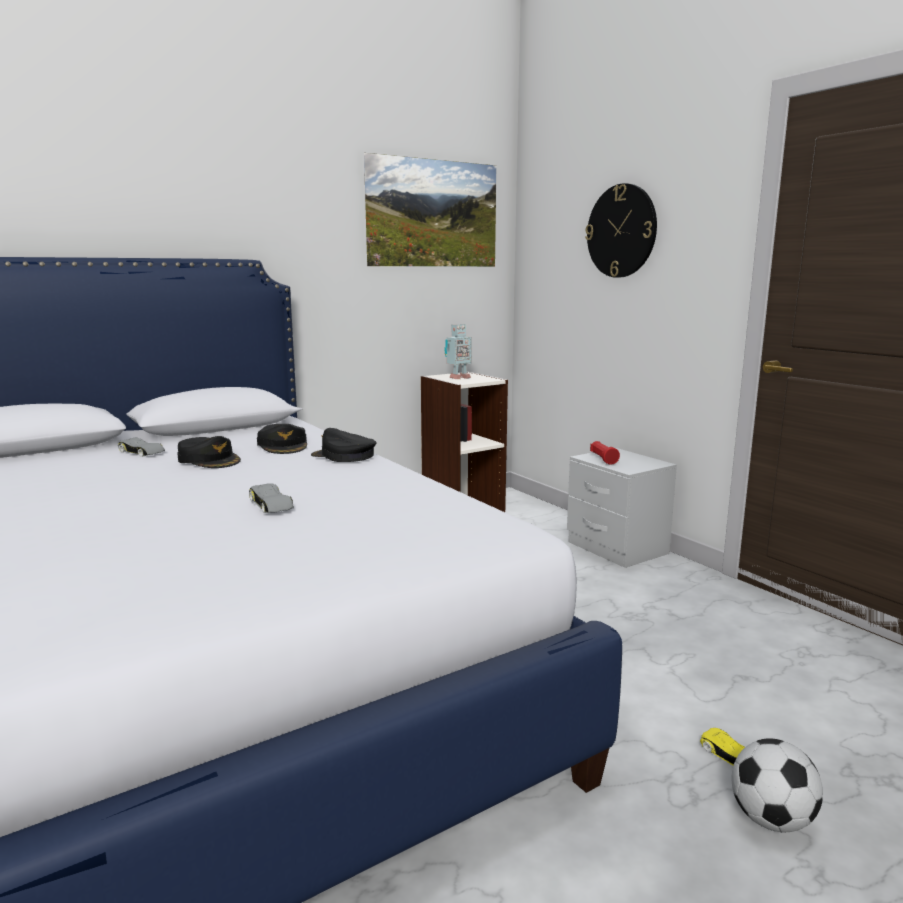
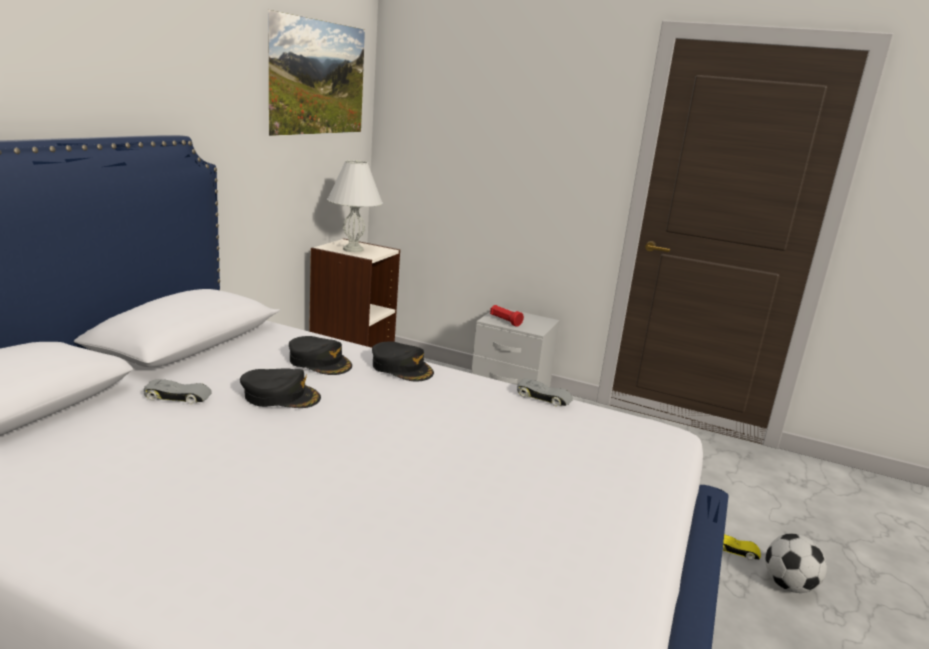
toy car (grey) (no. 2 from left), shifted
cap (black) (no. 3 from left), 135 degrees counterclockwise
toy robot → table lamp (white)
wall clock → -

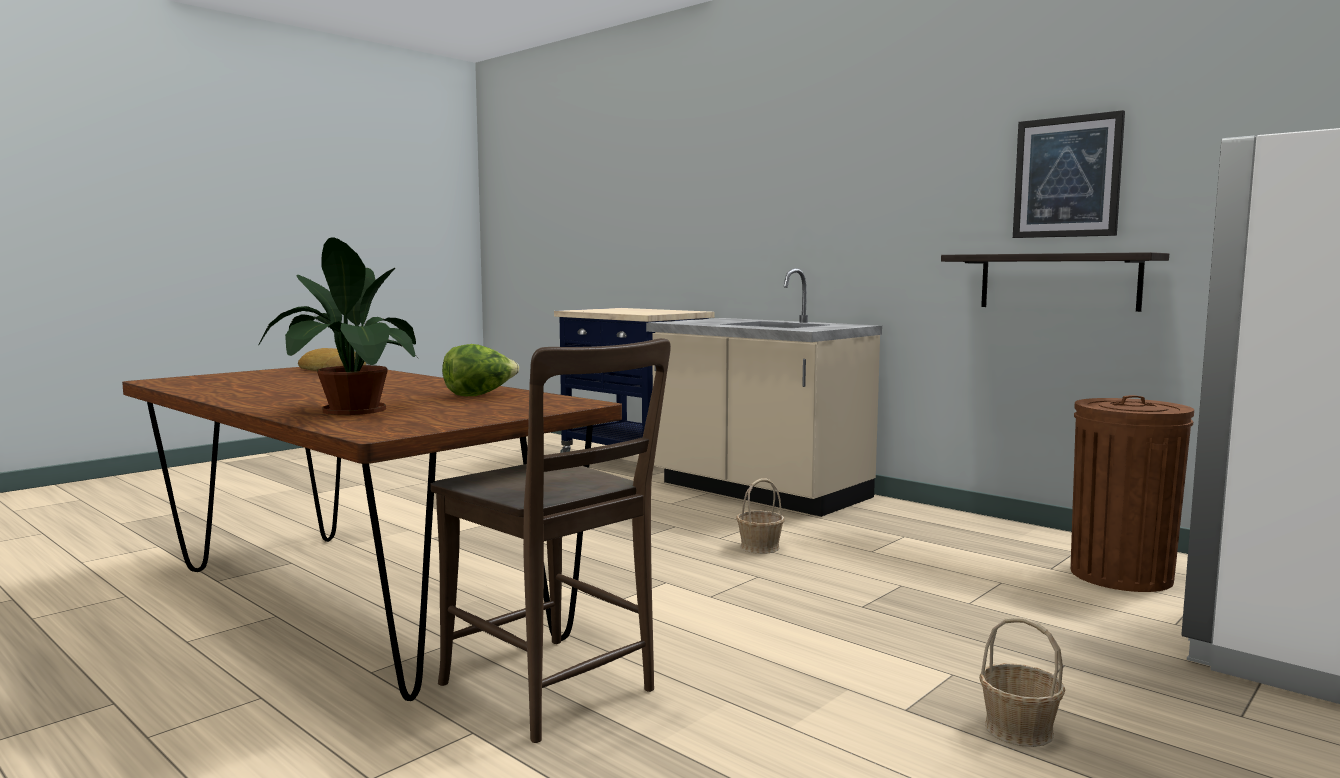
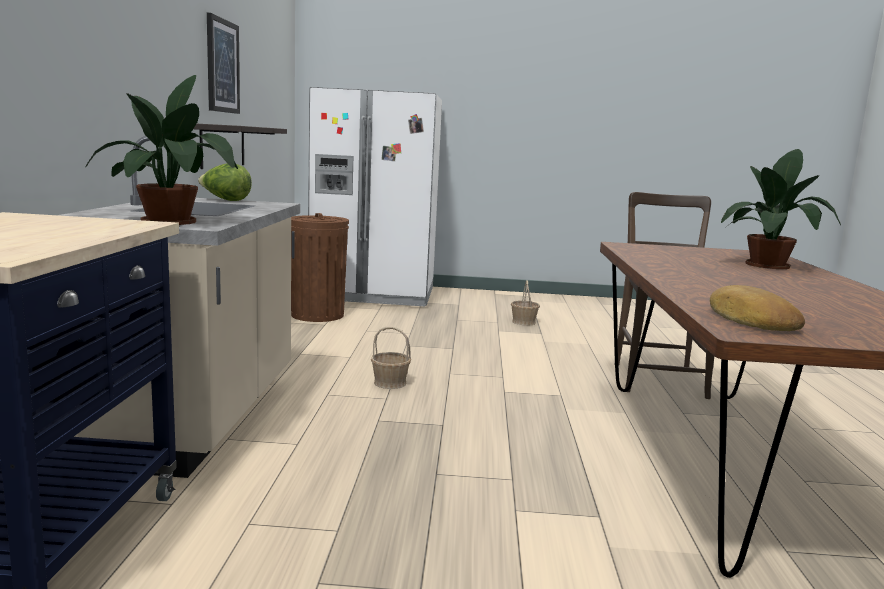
lettuce, shifted
- → potted plant (no. 1 from left)

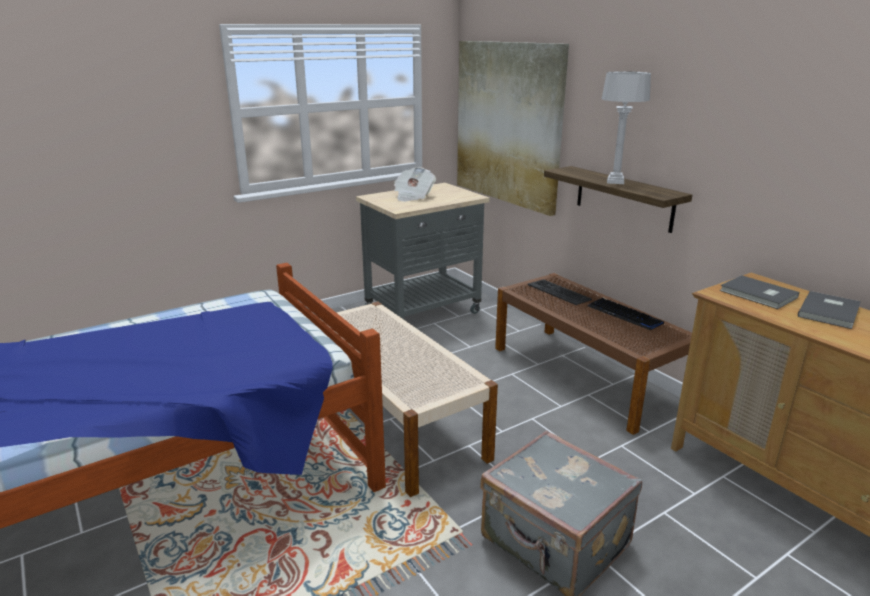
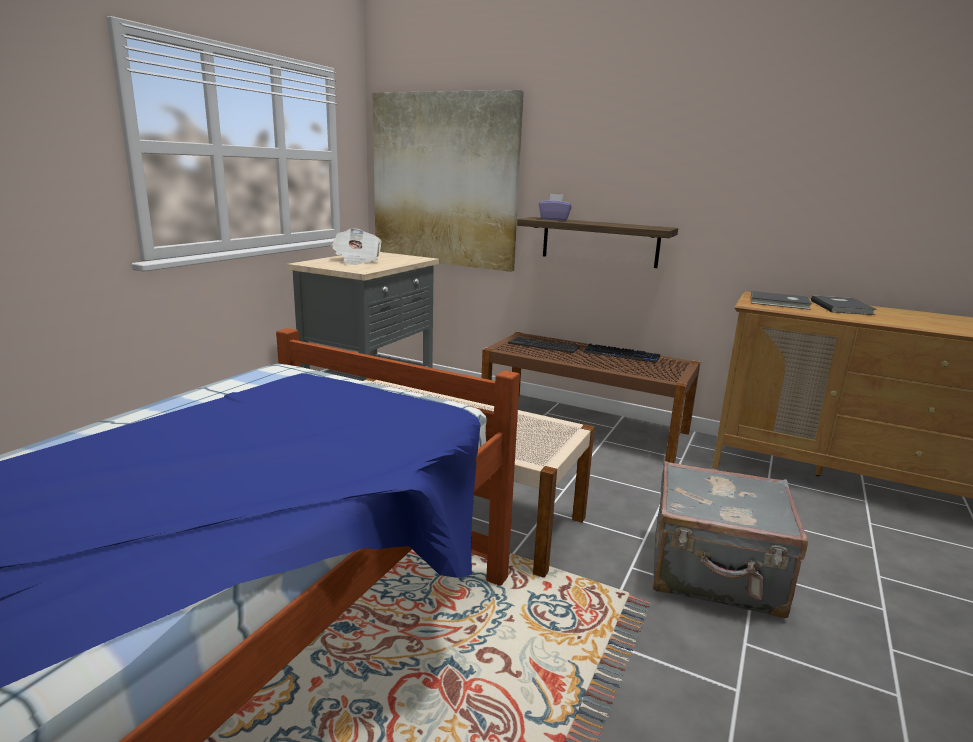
table lamp (grey) → -
- → tissue box (purple)

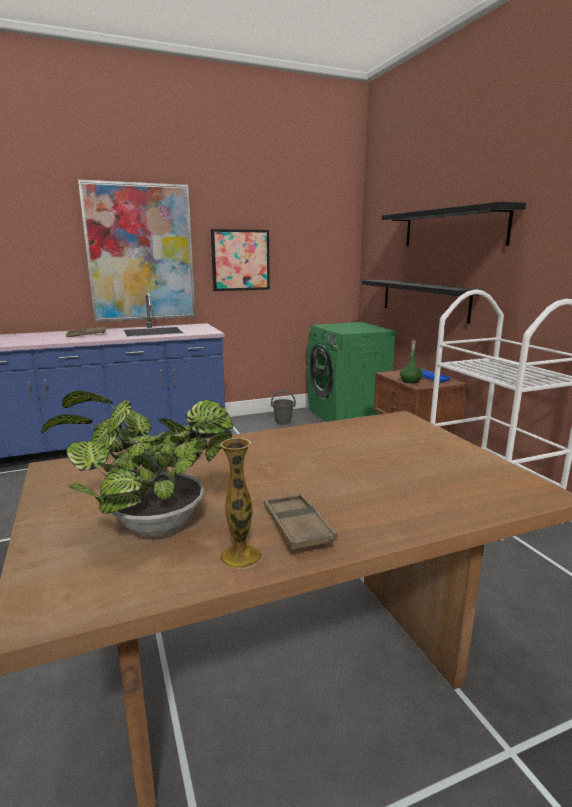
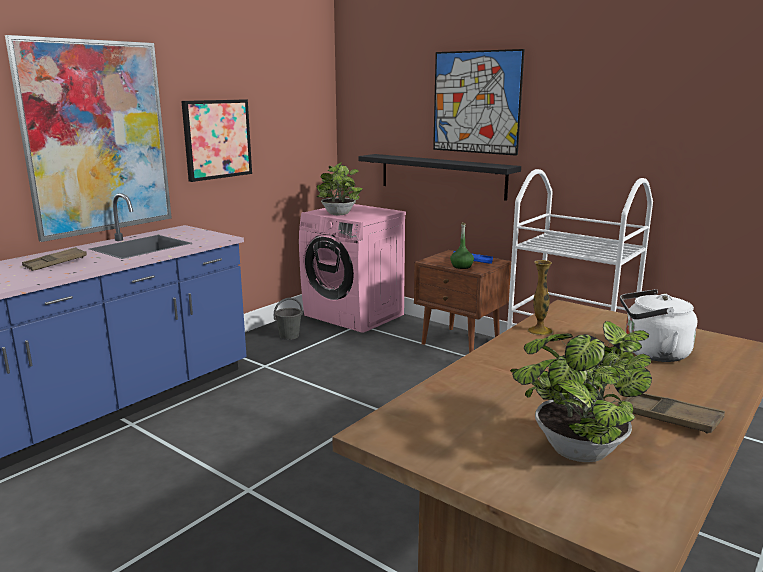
vase, shifted
washing machine (green) → washing machine (pink)
shelf (black) (no. 2 from left) → picture (no. 3 from left)
- → potted plant (no. 1 from left)
- → kettle (white)

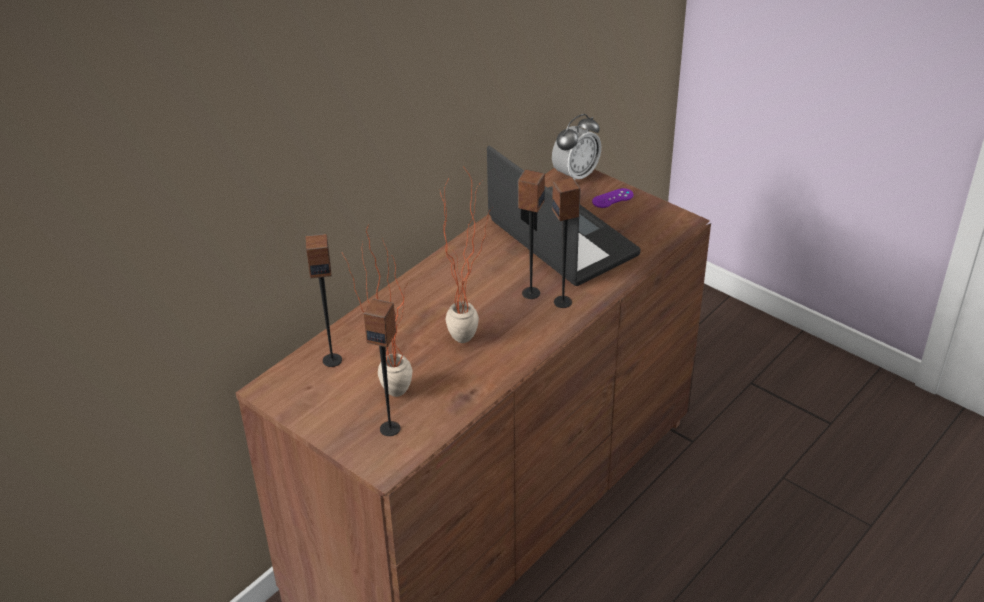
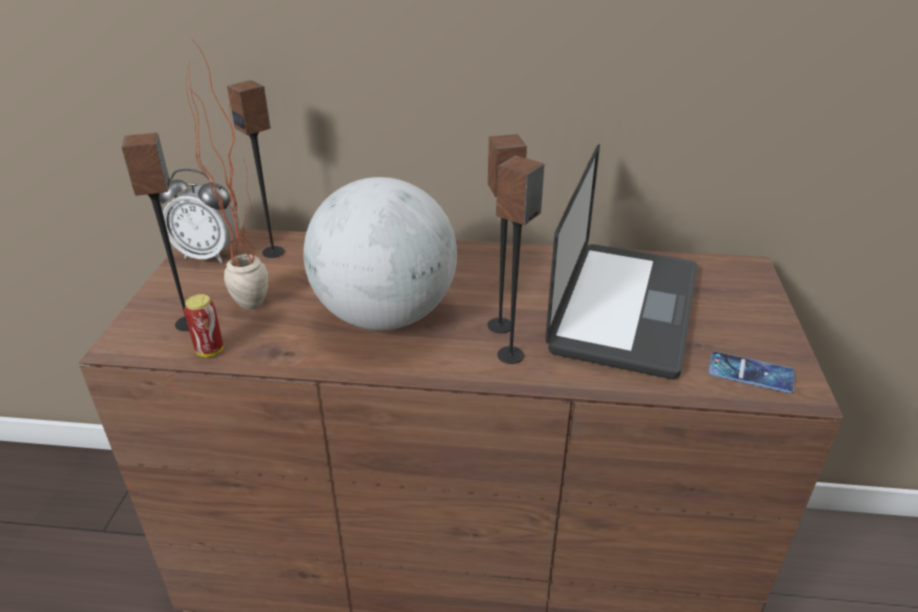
potted plant (no. 2 from left) → globe
alarm clock, shifted
game controller (purple) → -
- → can
- → phone

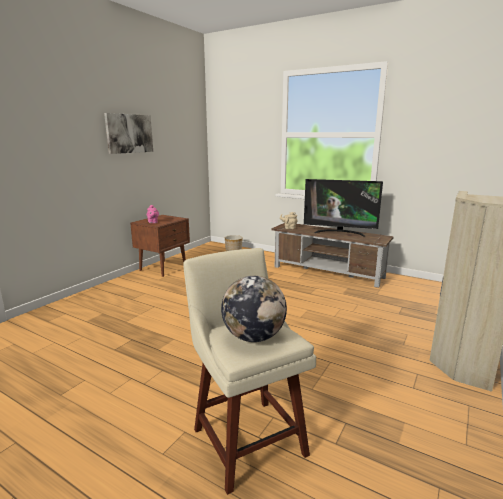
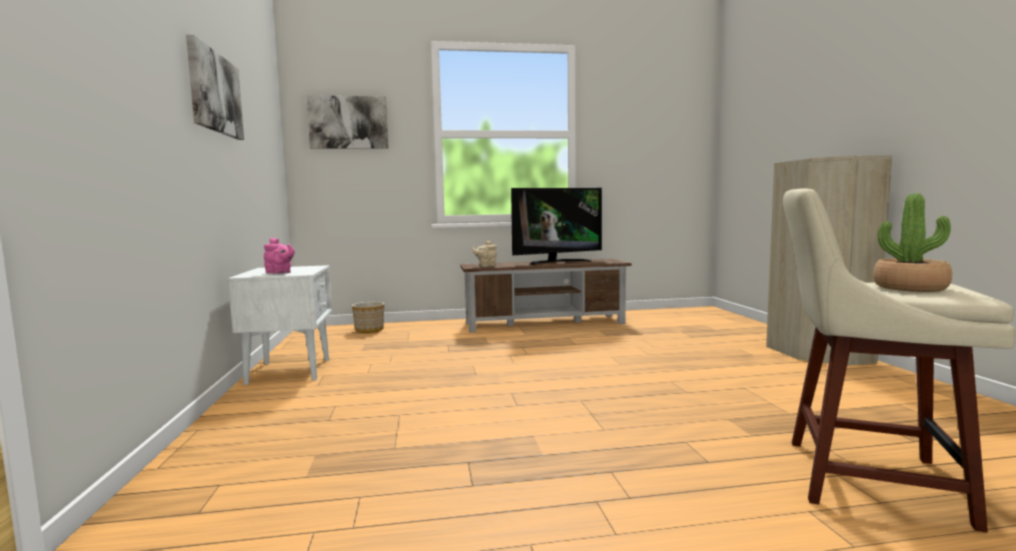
nightstand (brown) → nightstand (white)
globe → potted plant
- → picture (no. 2 from left)

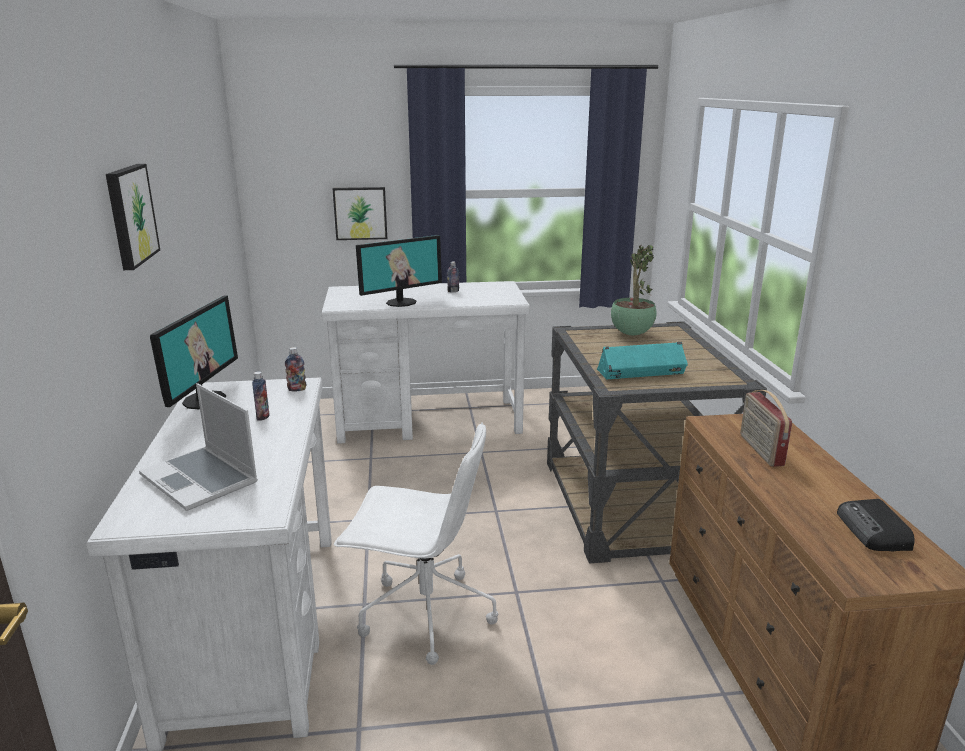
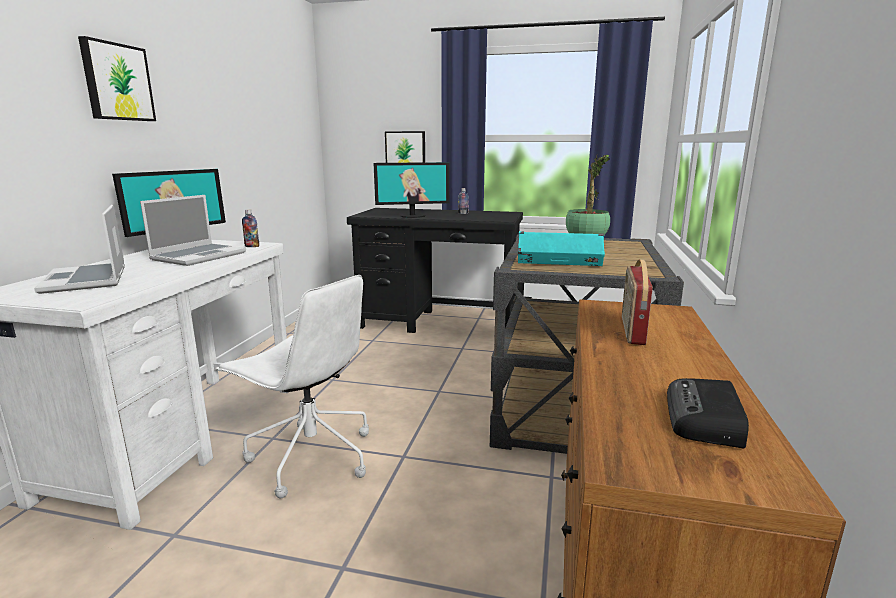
bottle (no. 1 from left) → laptop (no. 2 from left)
desk (white) (no. 2 from left) → desk (black)

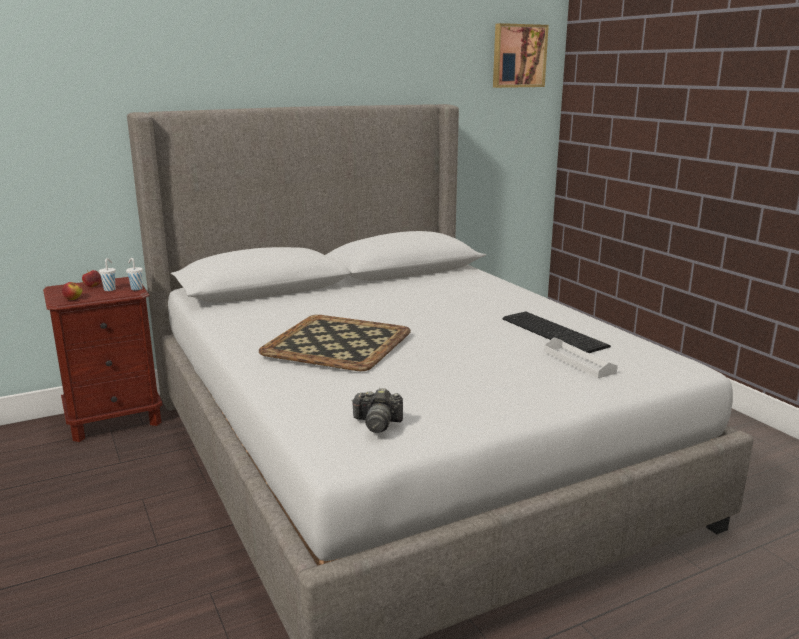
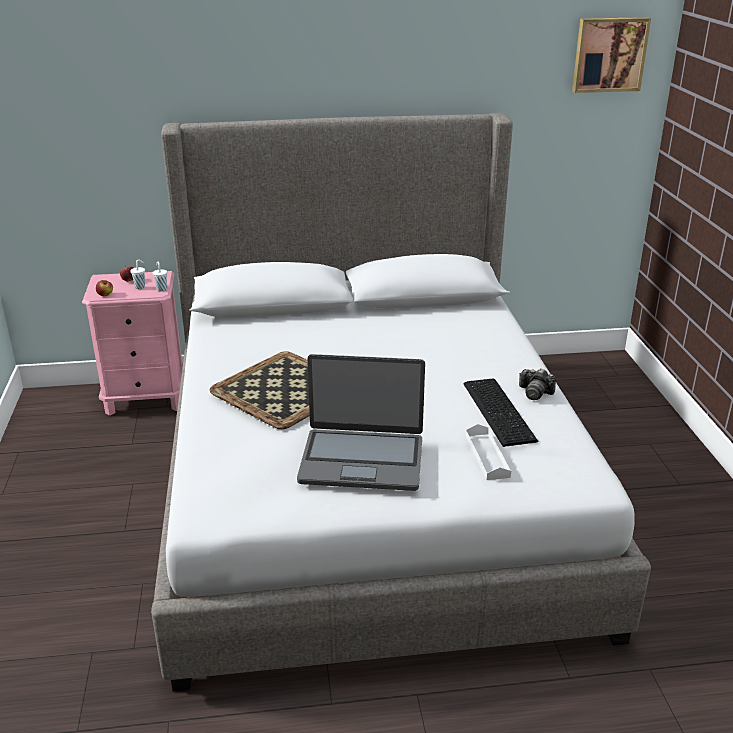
nightstand (brown) → nightstand (pink)
photo camera, shifted
- → laptop

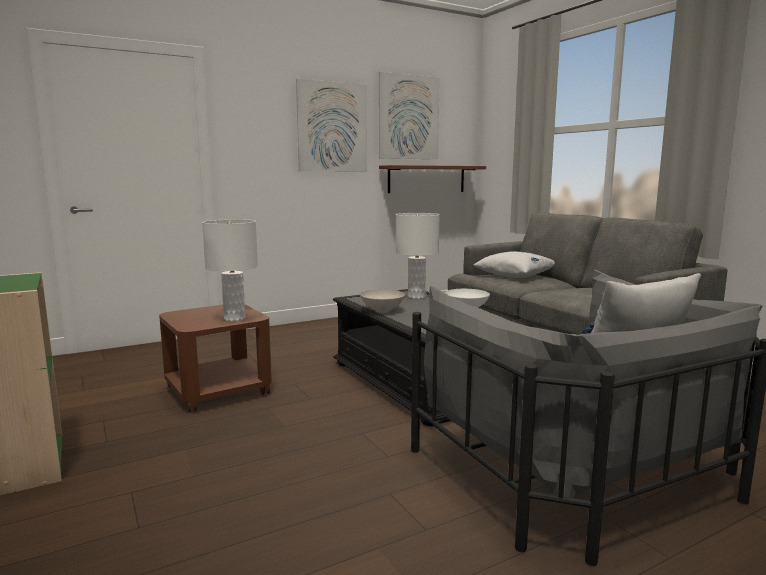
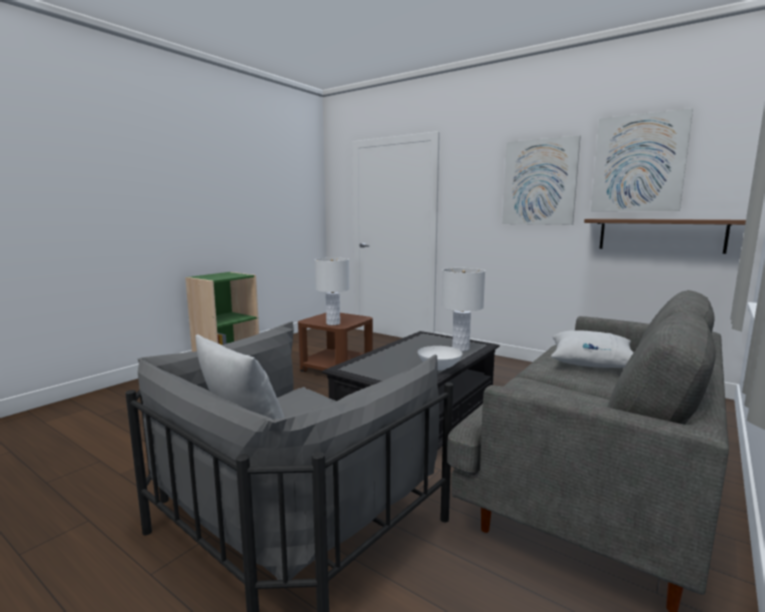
bowl (white) (no. 1 from left) → -

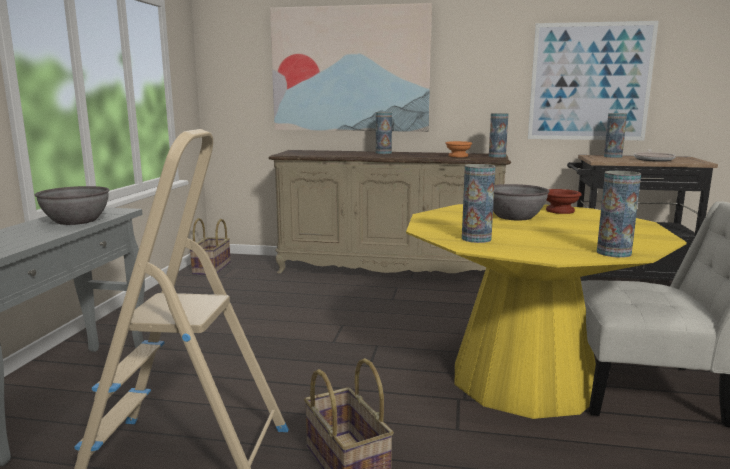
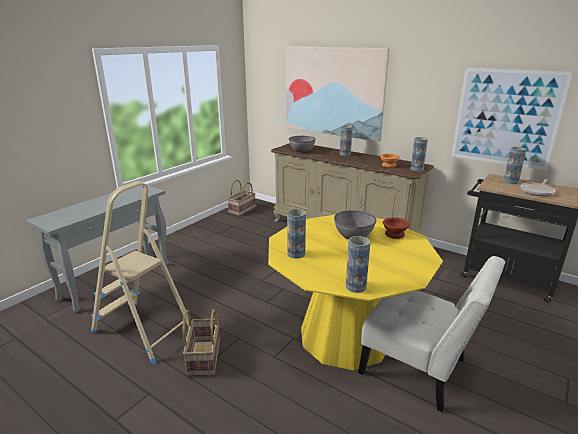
bowl (grey) (no. 1 from left), shifted

